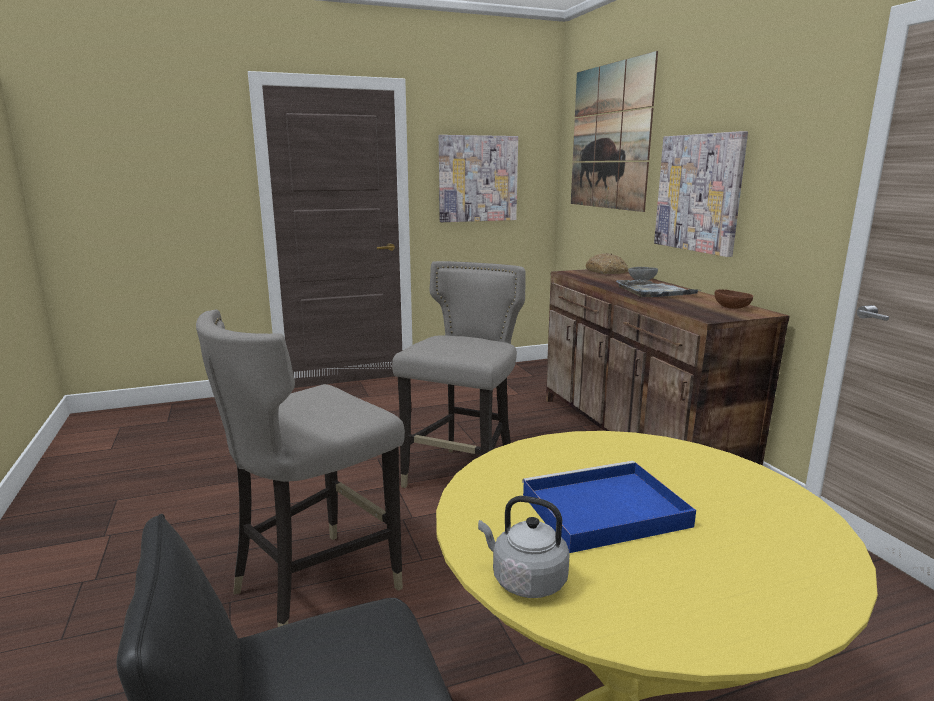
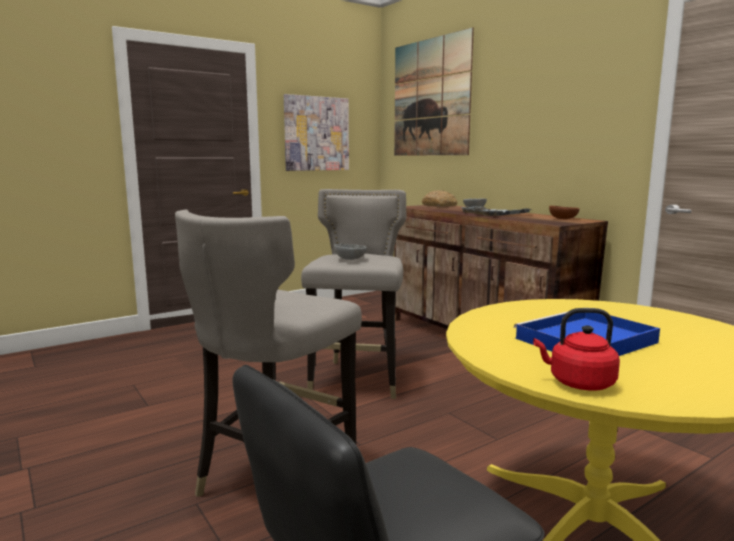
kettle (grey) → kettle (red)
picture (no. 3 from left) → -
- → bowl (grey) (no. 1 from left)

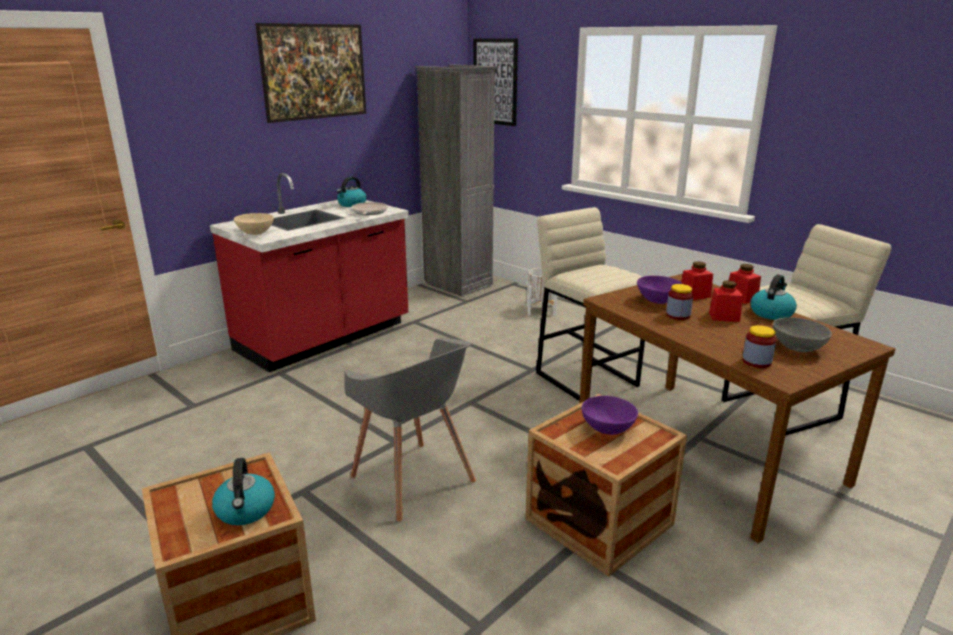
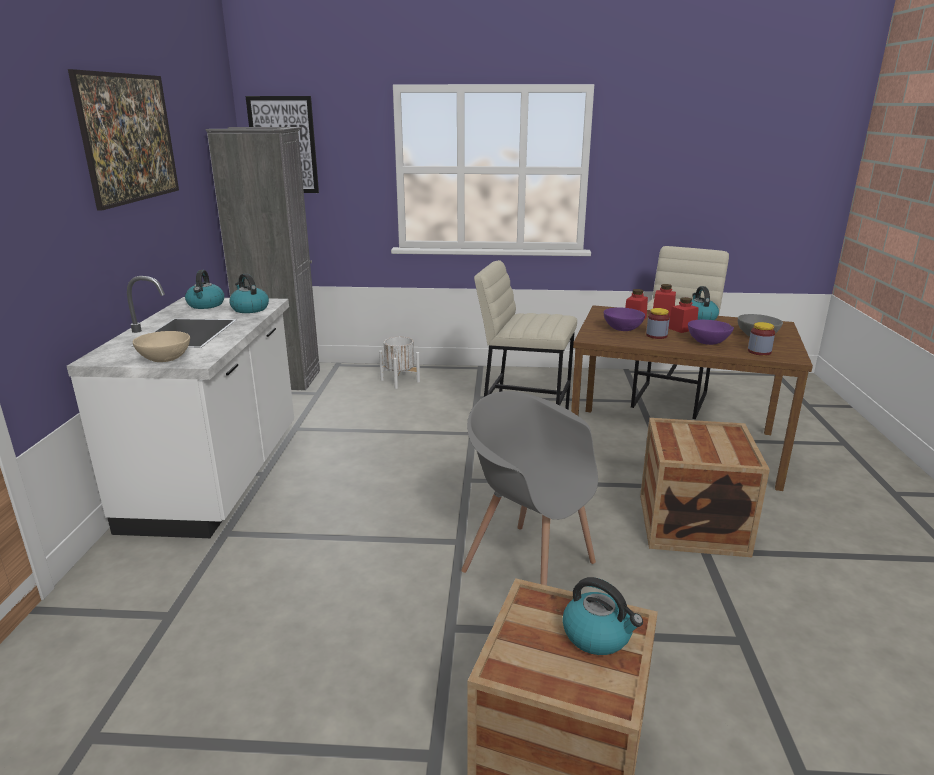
counter (red) → counter (white)
chair (grey), 150 degrees counterclockwise
frying pan → kettle (no. 2 from left)
bowl (purple) (no. 1 from left in the first image) → bowl (purple) (no. 2 from left), shifted

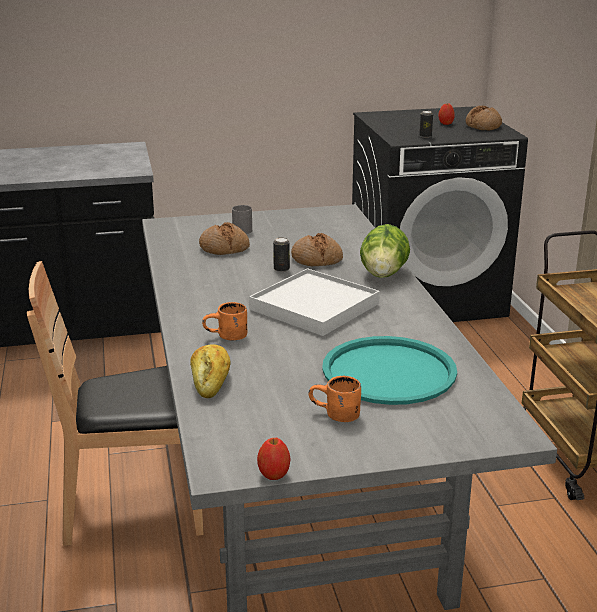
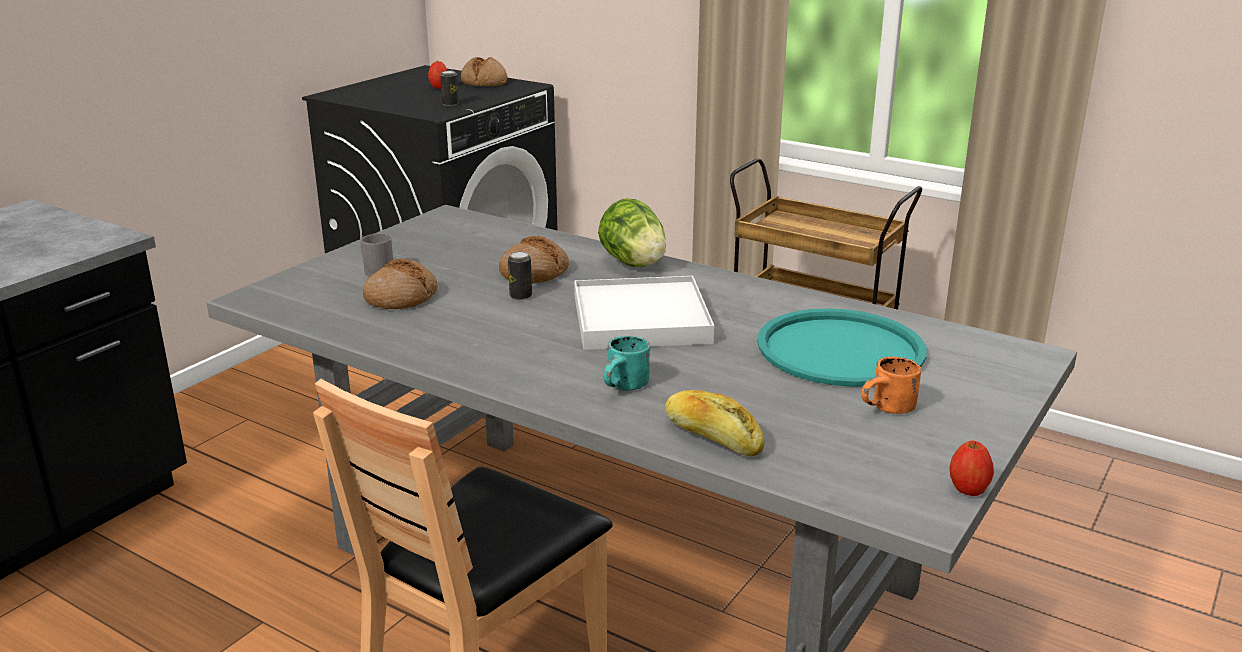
mug (orange) (no. 1 from left) → mug (turquoise)

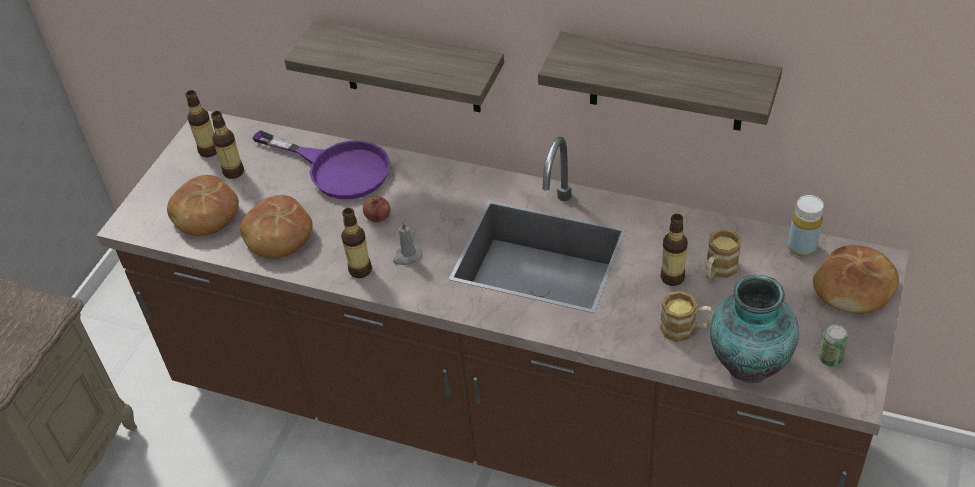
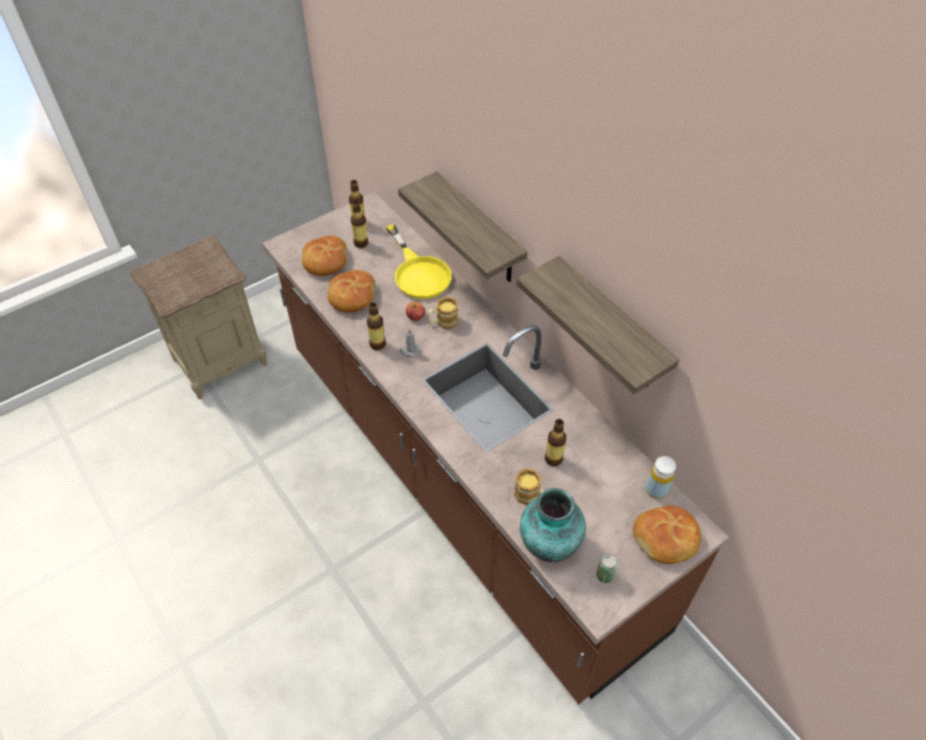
frying pan (purple) → frying pan (yellow)
mug (no. 2 from left in the first image) → mug (no. 1 from left), shifted

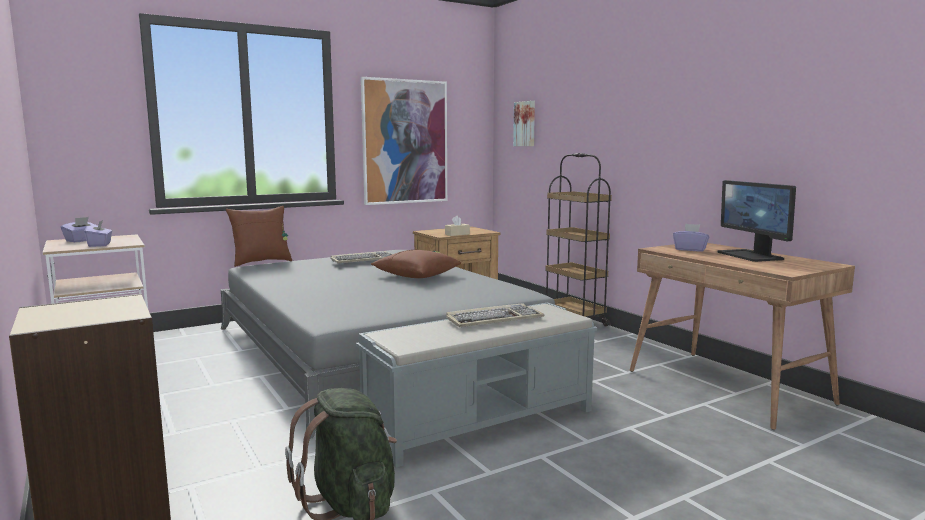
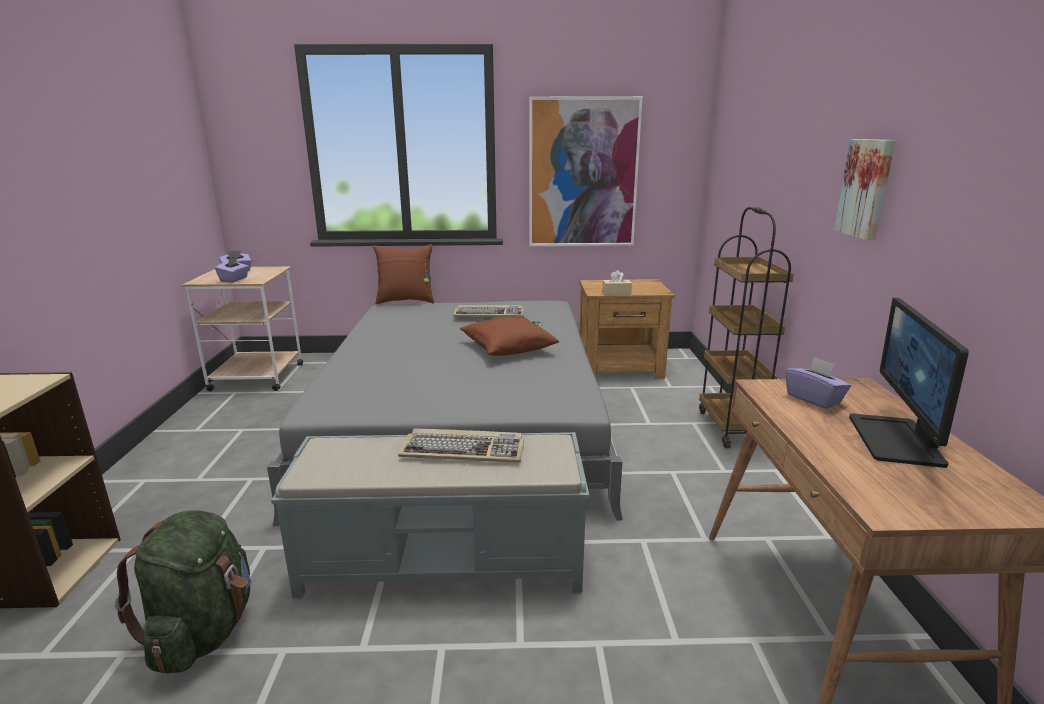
picture (no. 2 from left), shifted

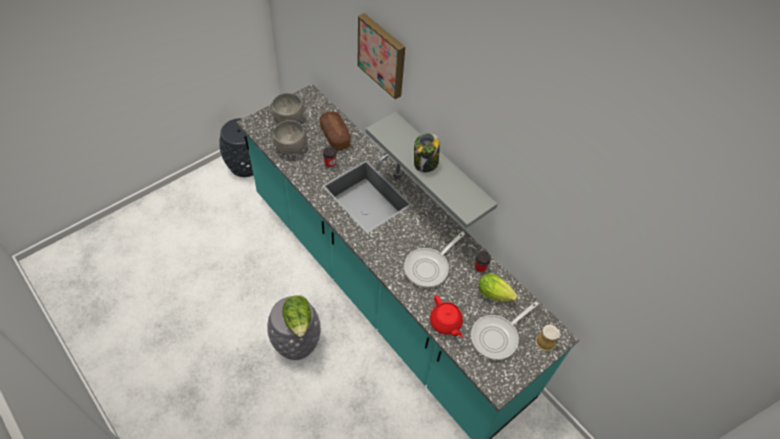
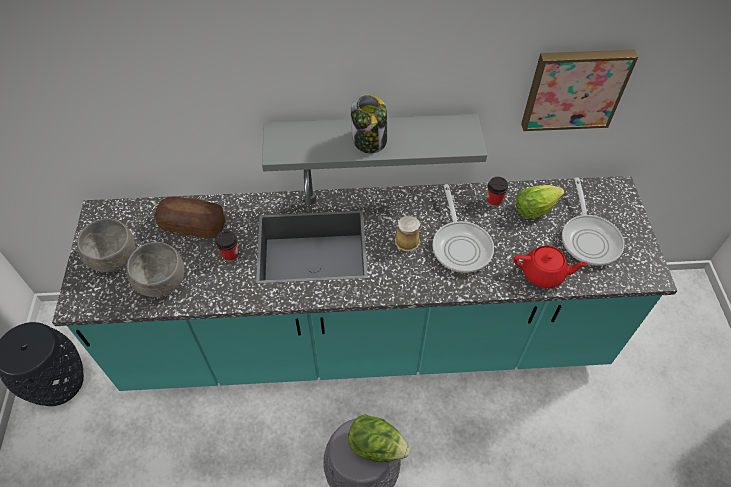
picture, shifted
mug, shifted

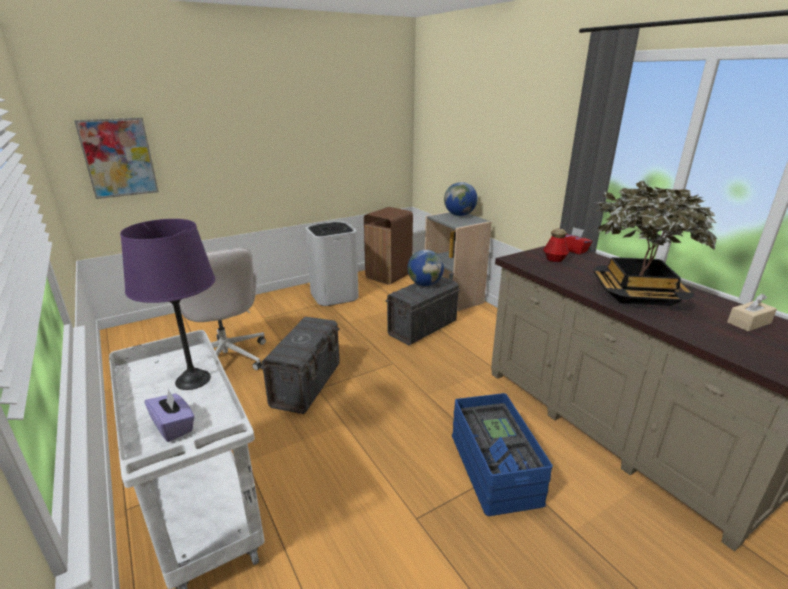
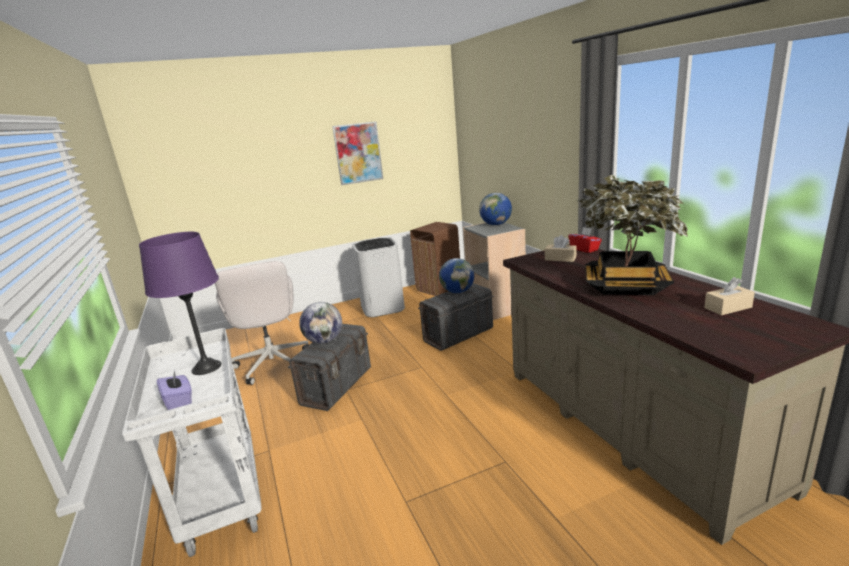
picture, shifted
storage box (blue) → -
bottle → tissue box (beige) (no. 1 from left)
- → globe (no. 1 from left)

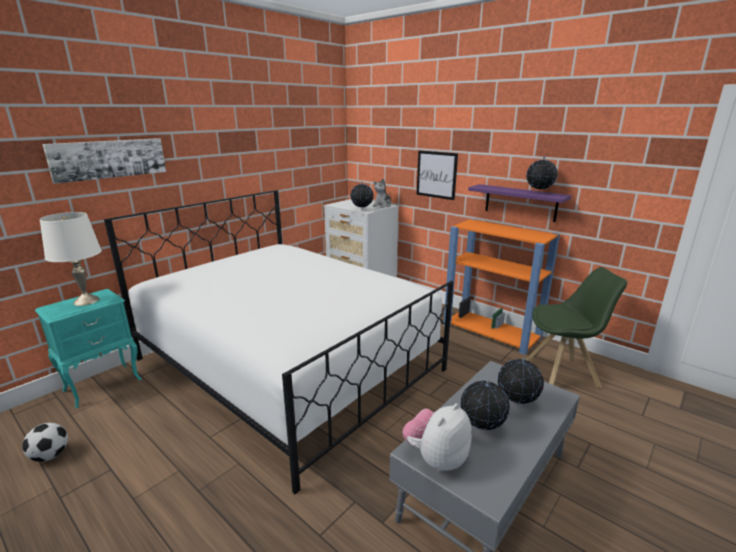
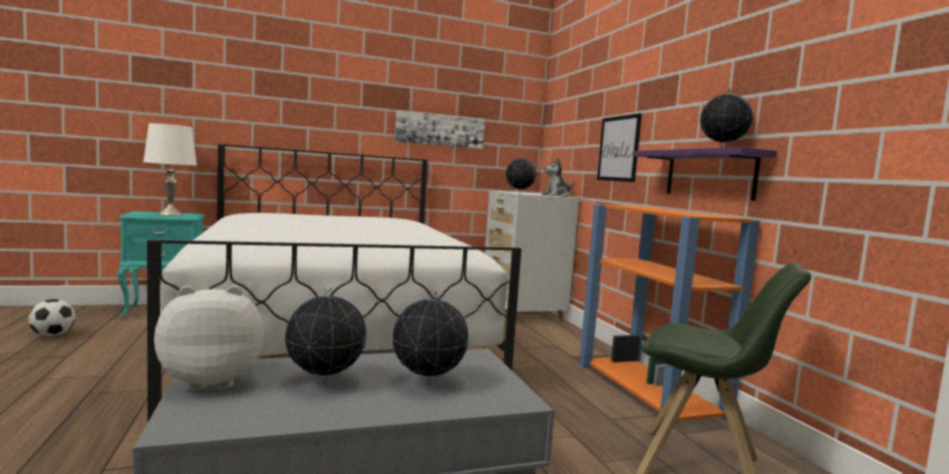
picture (no. 1 from left), shifted

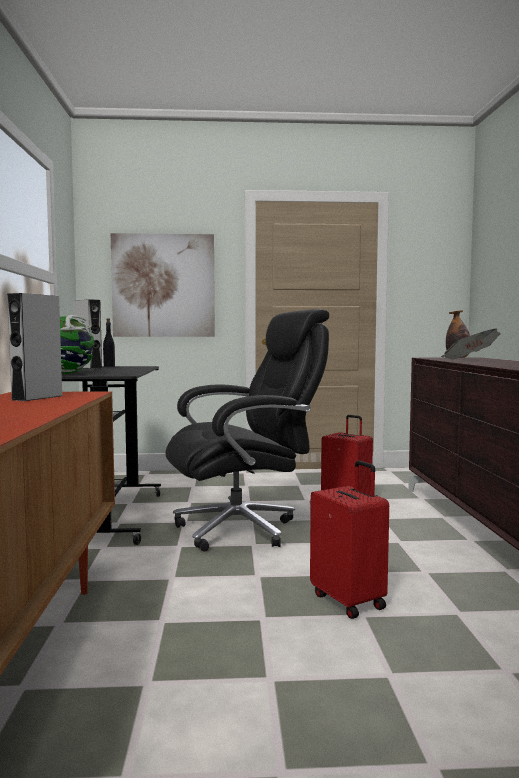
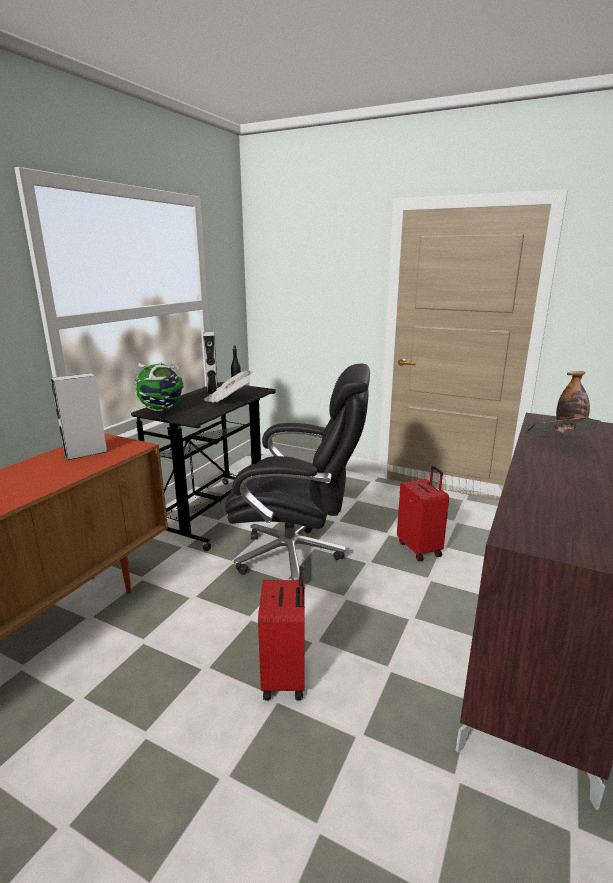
picture → -
- → newspaper (no. 1 from left)

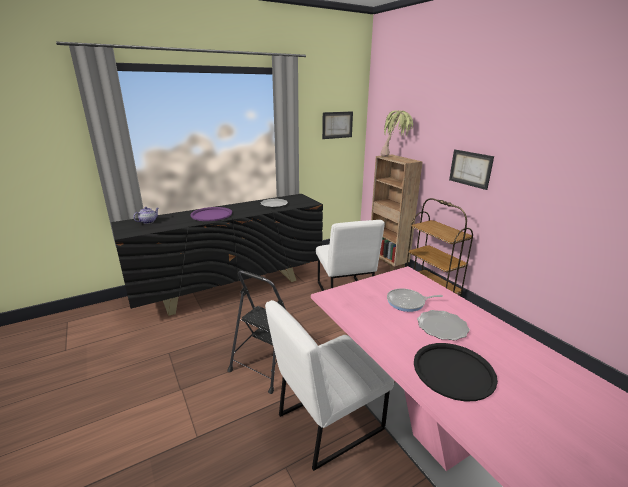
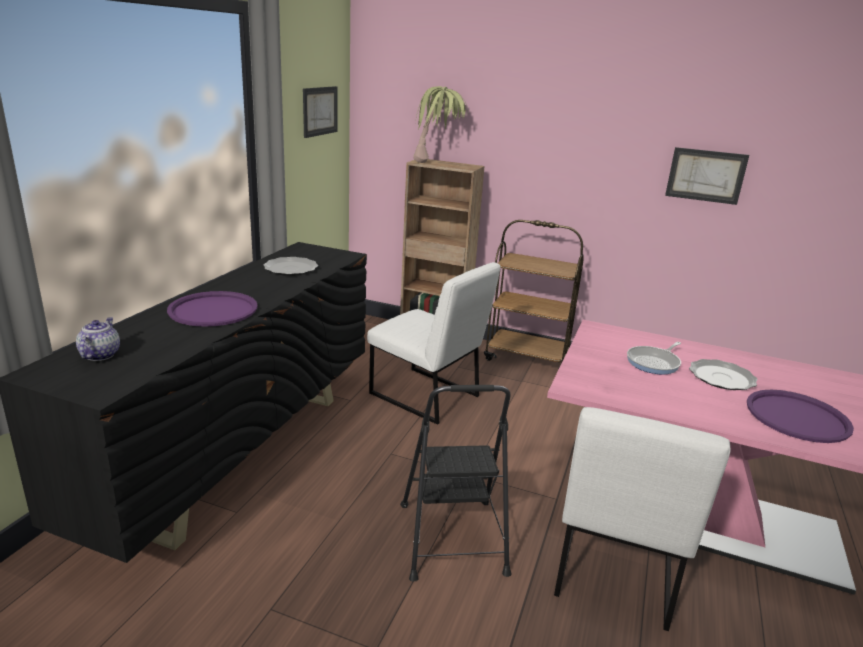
tray (black) → tray (purple) (no. 2 from left)
picture (no. 2 from left), shifted

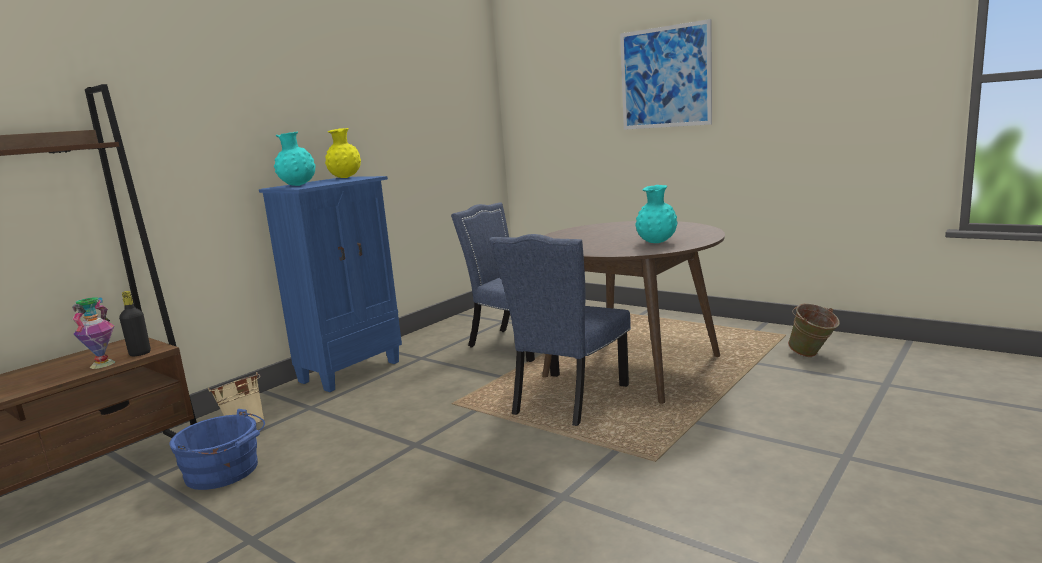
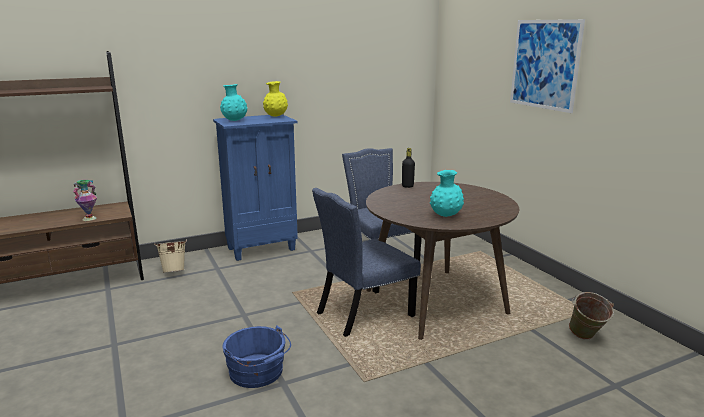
bottle (black), shifted
bucket (blue), shifted

